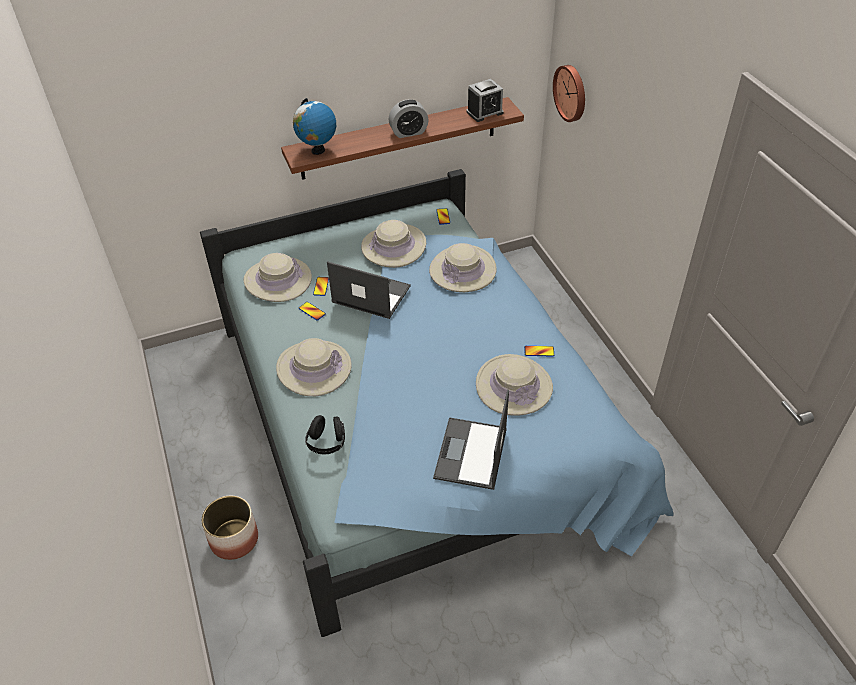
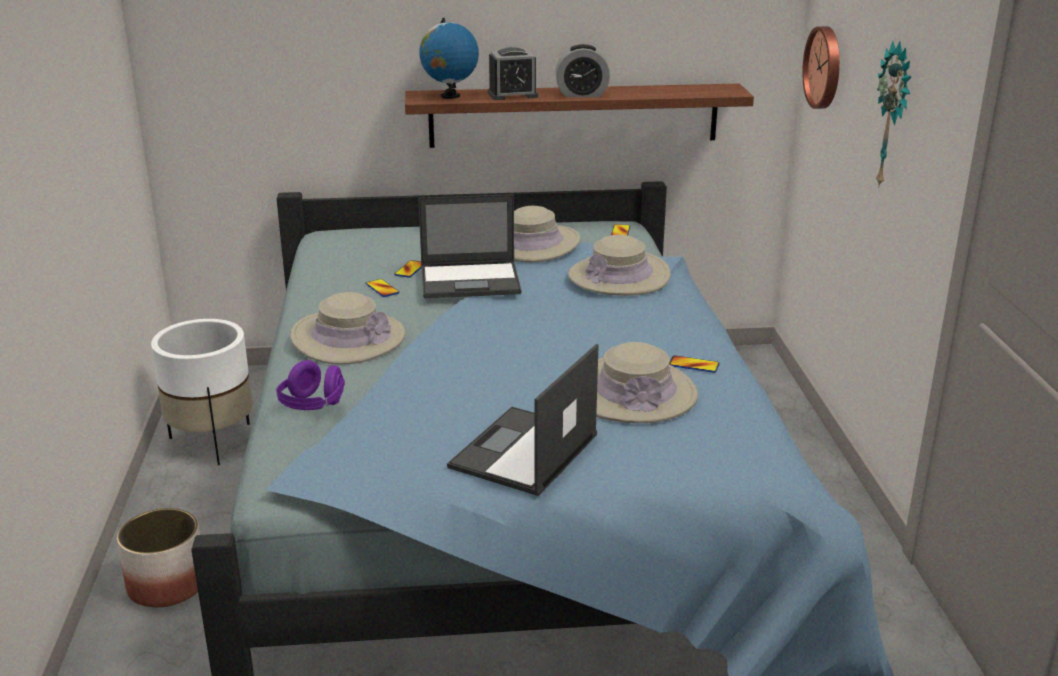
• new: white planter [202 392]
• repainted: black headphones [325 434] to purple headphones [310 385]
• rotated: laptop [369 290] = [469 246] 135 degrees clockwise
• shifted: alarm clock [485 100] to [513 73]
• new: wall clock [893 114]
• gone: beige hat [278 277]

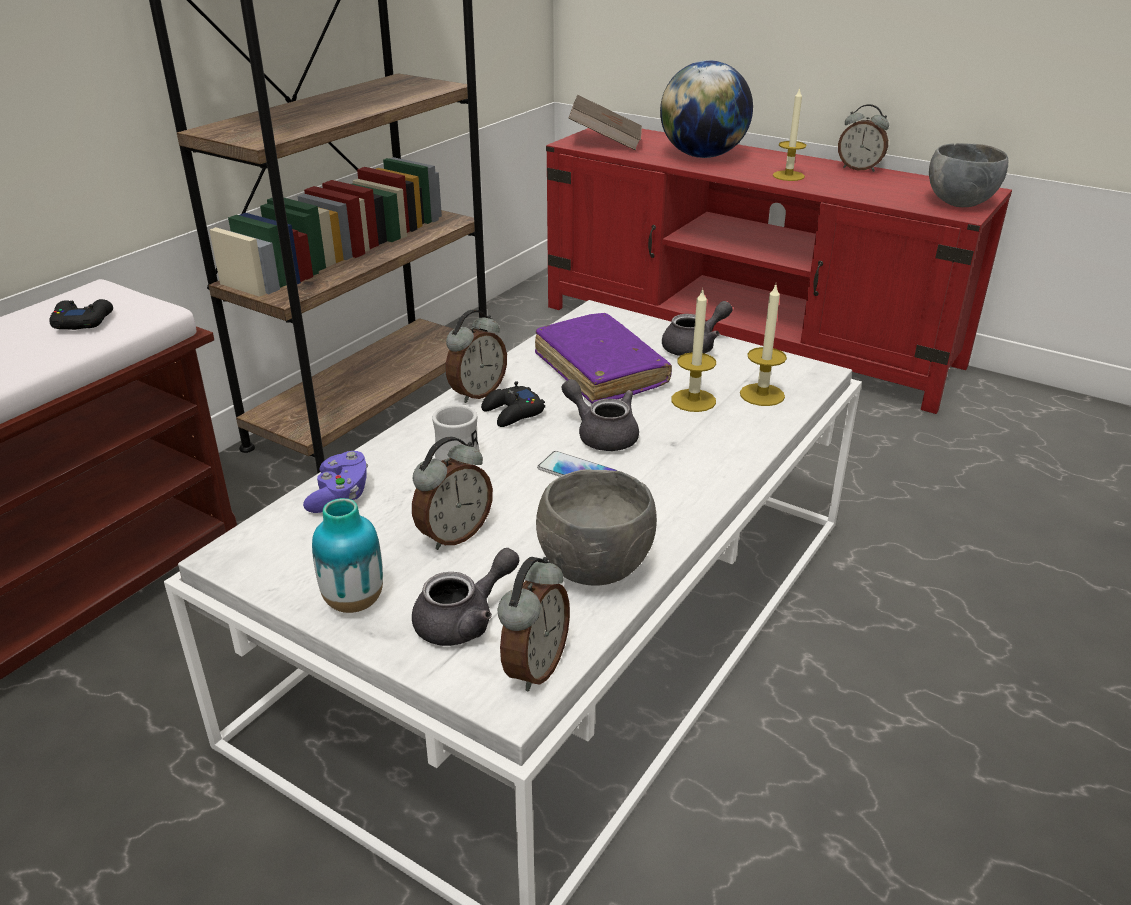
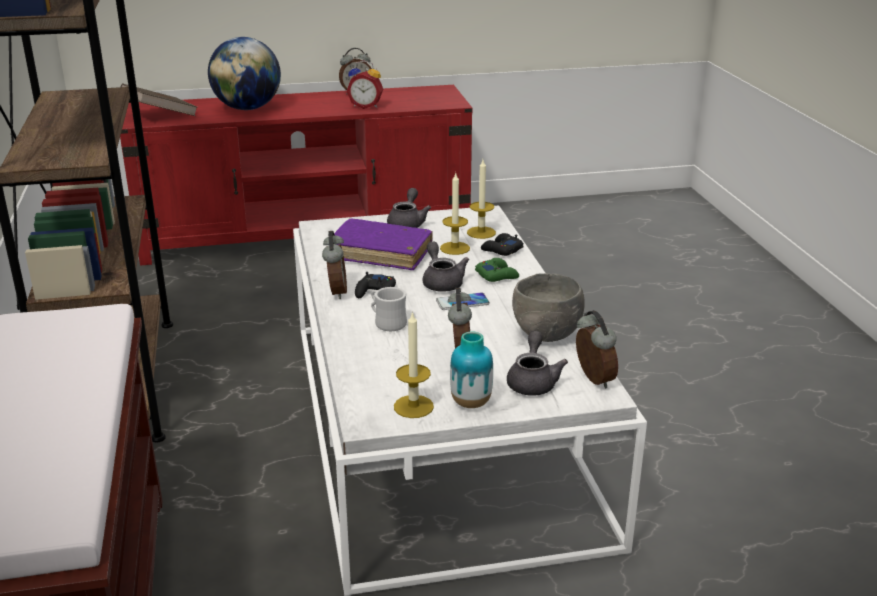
• new: alarm clock [364 85]
• shifted: candle [790 134] to [414 364]
• rotated: grey teapot [600 415] = [445 266] 75 degrees clockwise
• new: green game controller [497 270]
• shifted: black game controller [81 314] to [502 244]
• gone: purple game controller [335 482]
• gone: grey bowl [969 175]

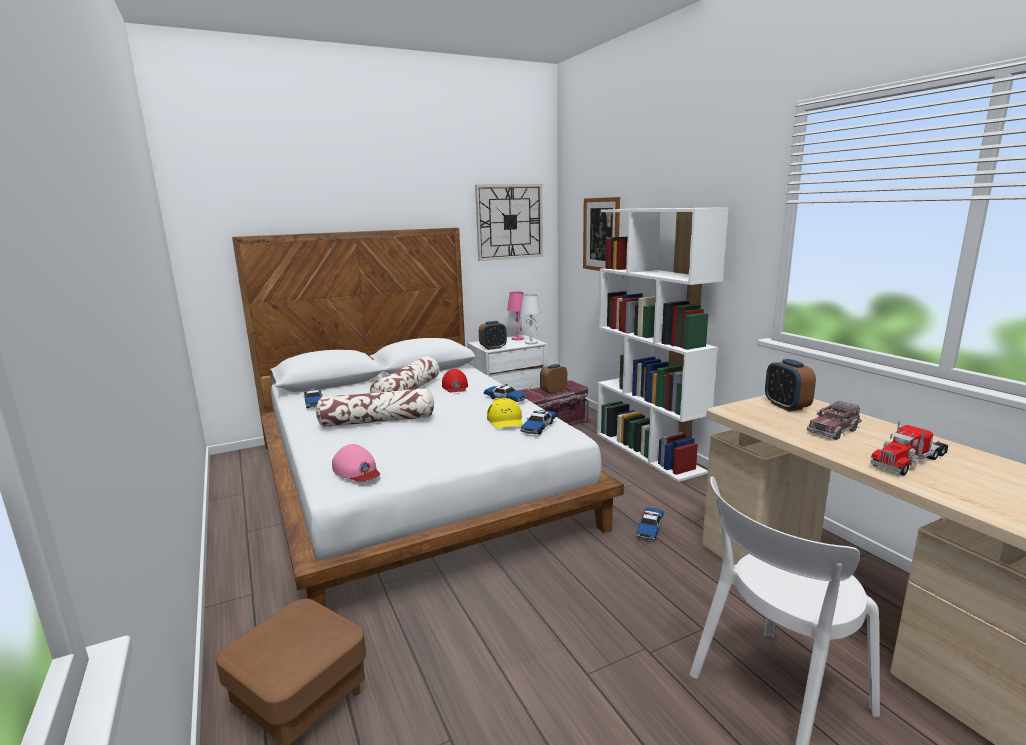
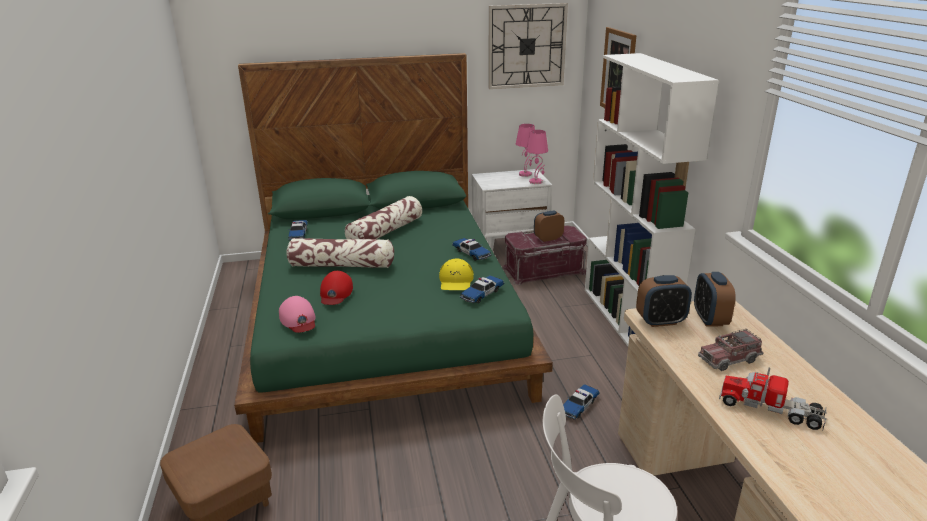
• repainted: white bed [428 417] to green bed [393 248]
• shifted: red cap [455 380] to [336 288]
• repainted: white table lamp [531 319] to pink table lamp [537 157]
• shifted: alarm clock [493 335] to [664 301]
• rotated: toy truck [909 448] = [773 398] 45 degrees clockwise

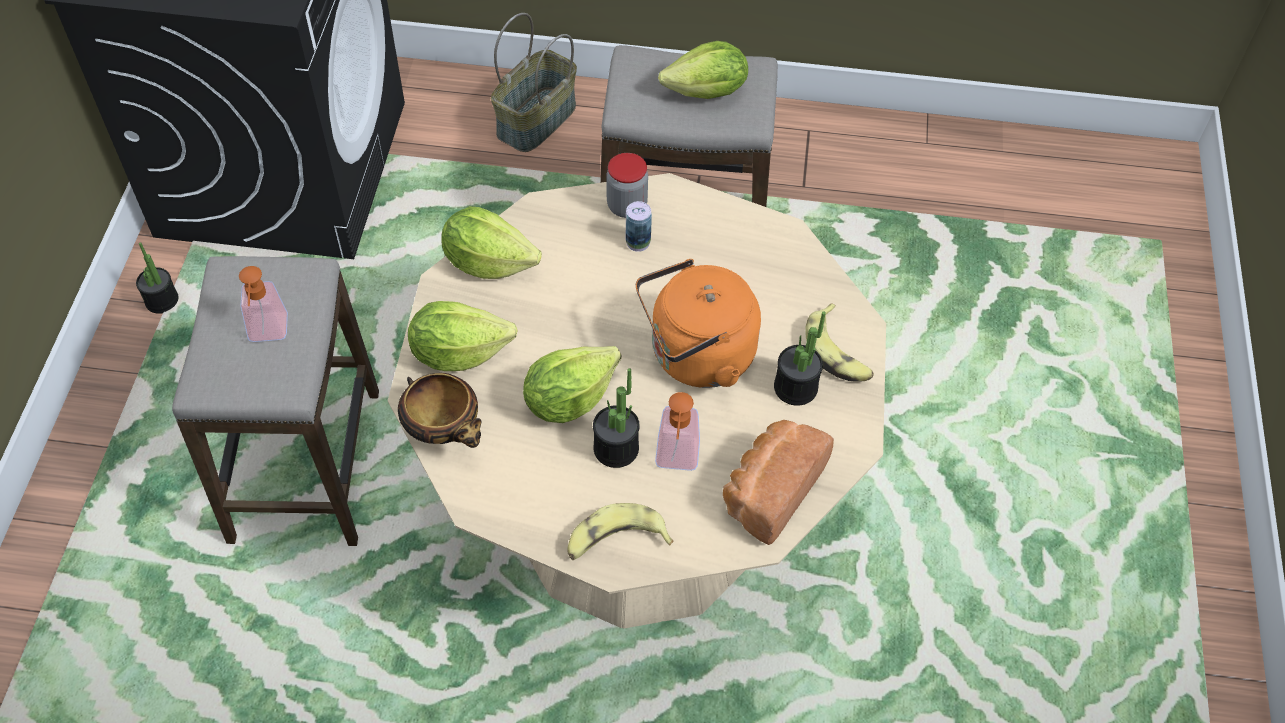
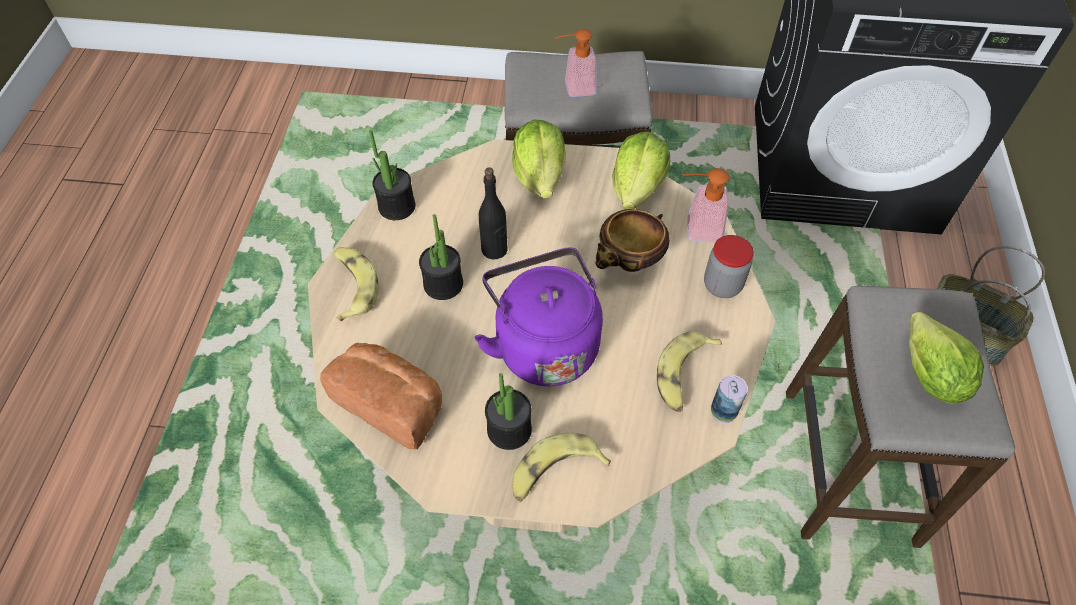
• shifted: potted plant [157 278] to [392 175]
• repainted: orange kettle [698 323] to purple kettle [539 316]
• swapped: lettuce [572 384] to black bottle [493 213]
• shifted: bowl [440 410] to [633 240]
• new: banana [689 371]
• shifted: soap dispenser [677 431] to [705 205]
• shifted: can [639 226] to [729 399]

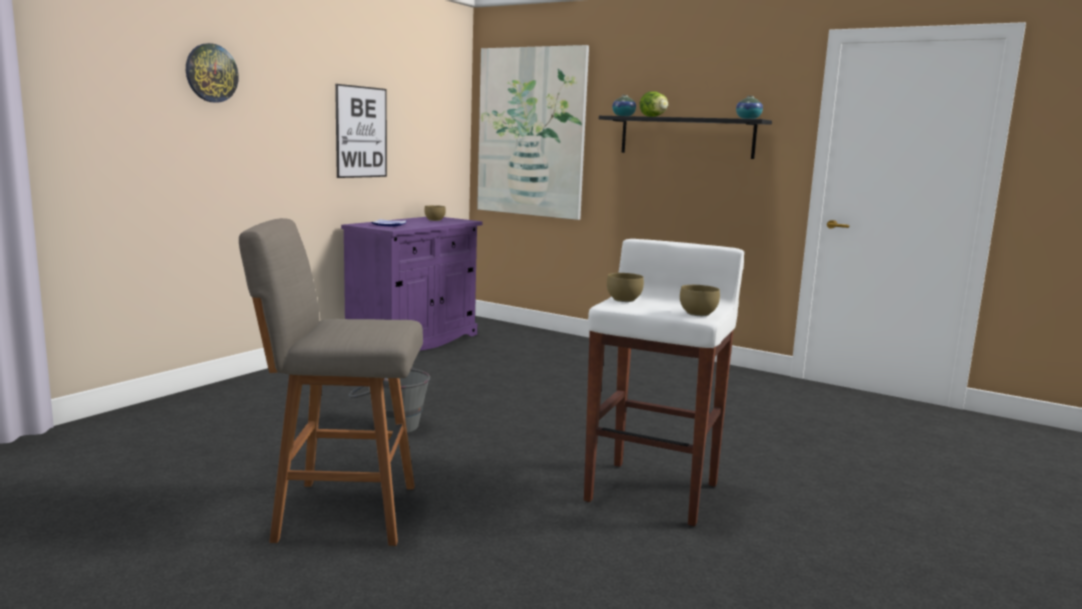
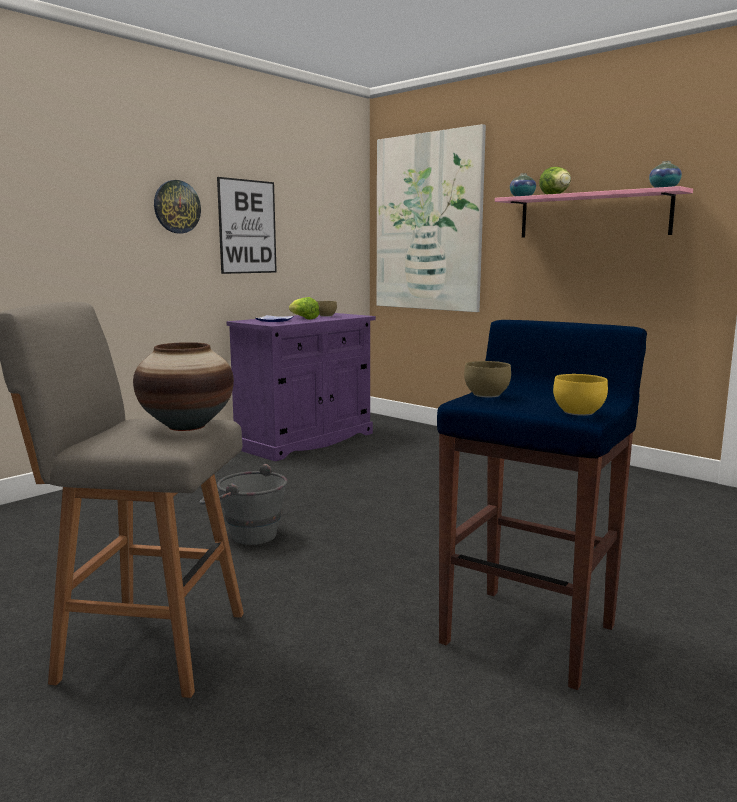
• new: vase [183 386]
• shifted: wall clock [212 73] to [177 206]
• new: lettuce [304 308]
• repainted: white stool [664 382] to blue stool [542 505]
• repainted: black shelf [685 137] to pink shelf [594 212]
• repainted: brown bowl [700 300] to yellow bowl [580 395]

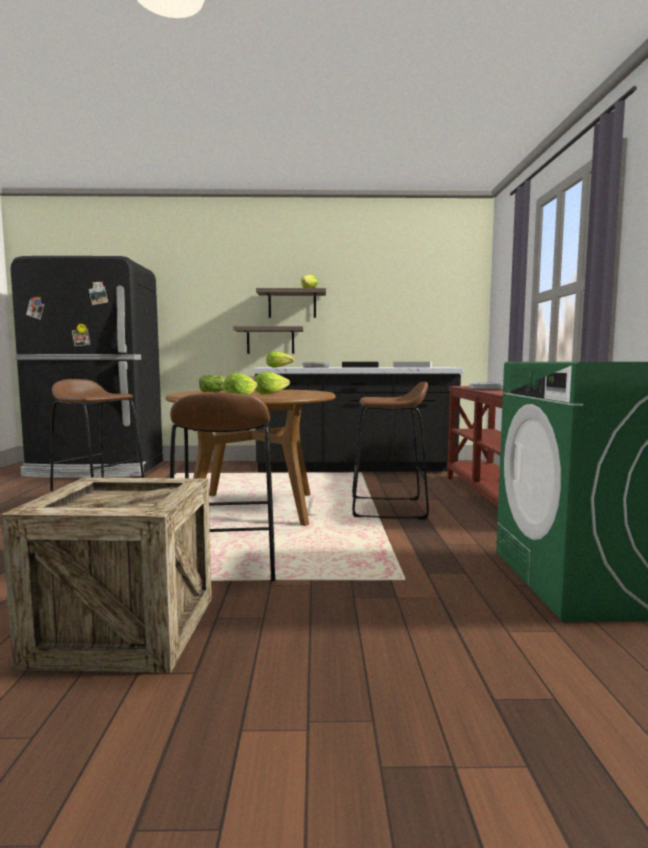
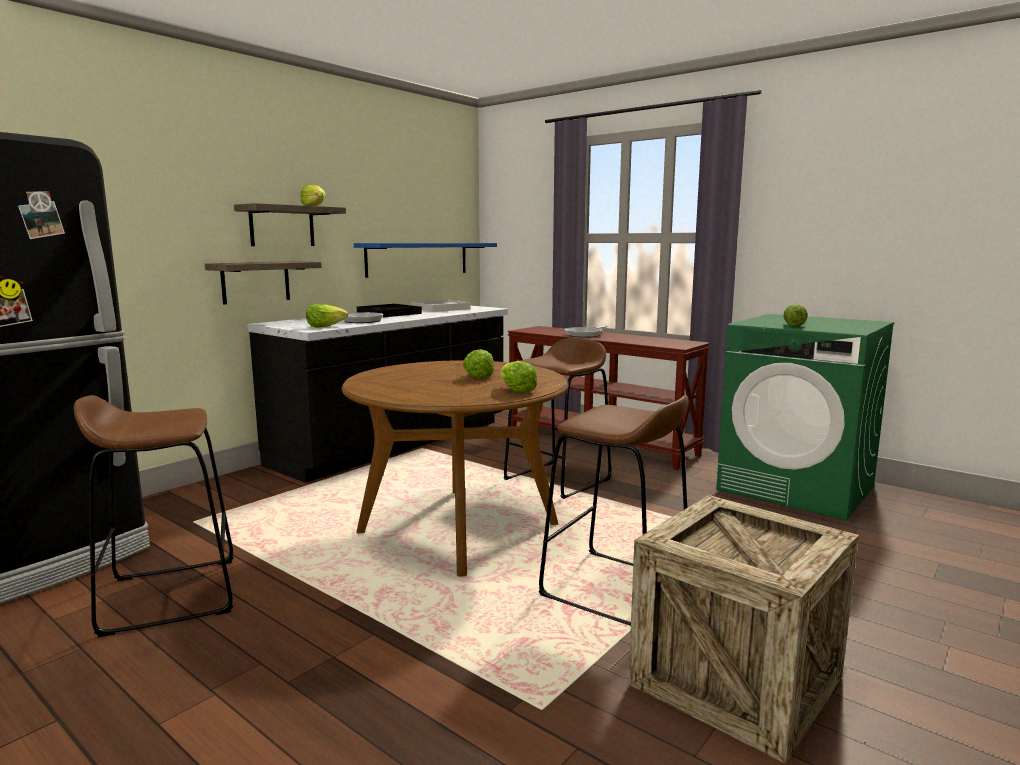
• new: blue shelf [425 260]
• shifted: lettuce [212 383] to [795 315]

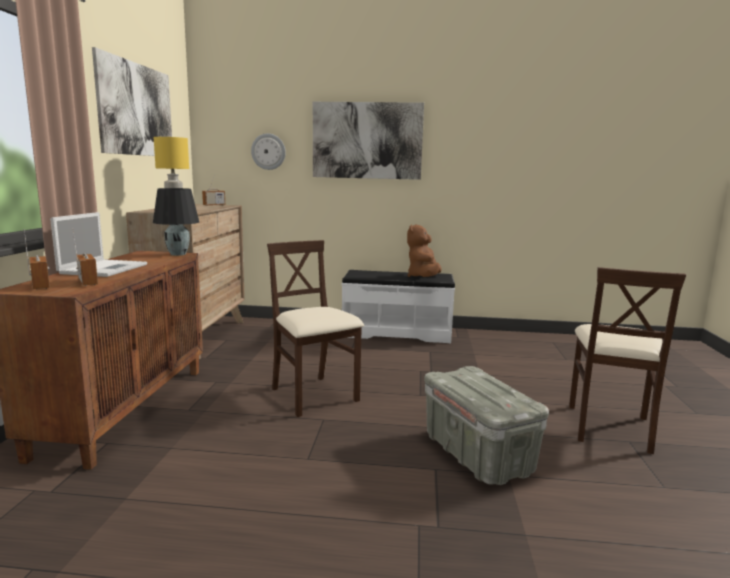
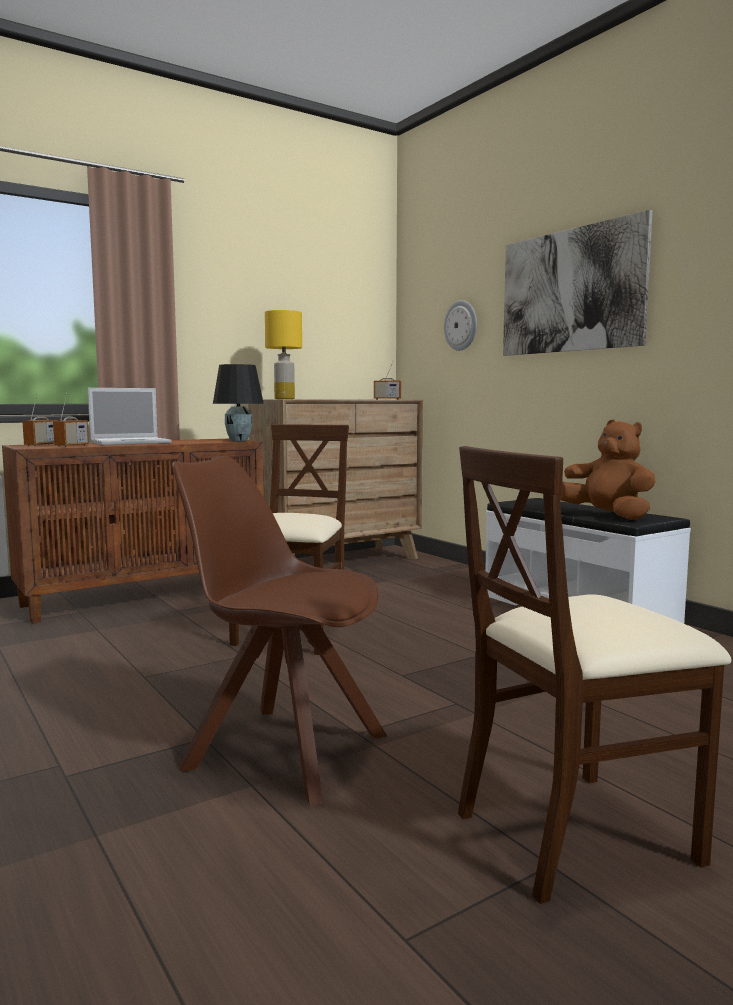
• swapped: grey storage box [486 425] to brown chair [279 631]
• rotated: brown plush toy [424 250] = [607 469] 75 degrees clockwise
• gone: picture [132 101]

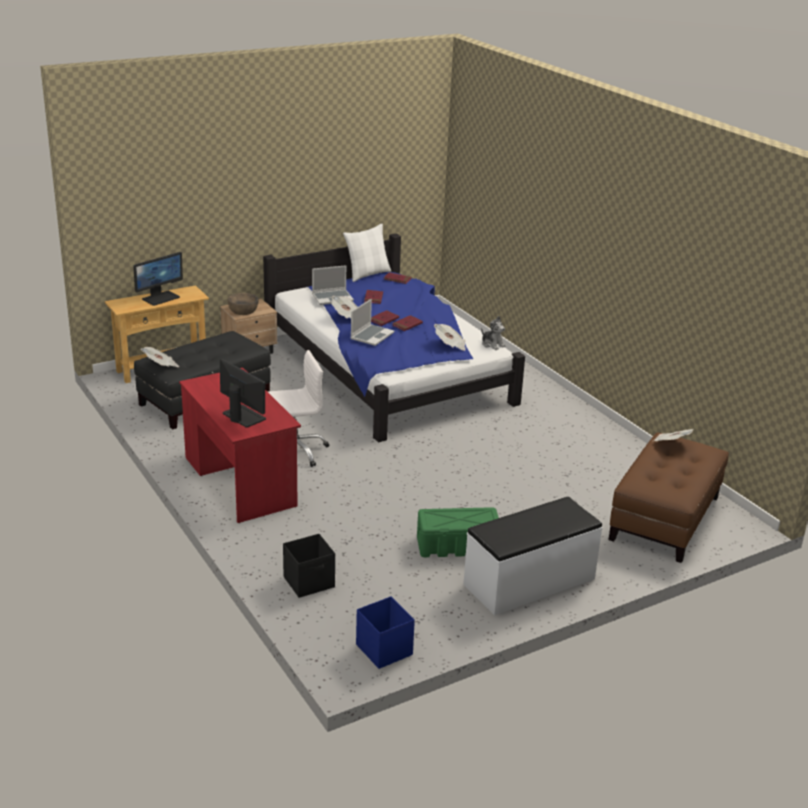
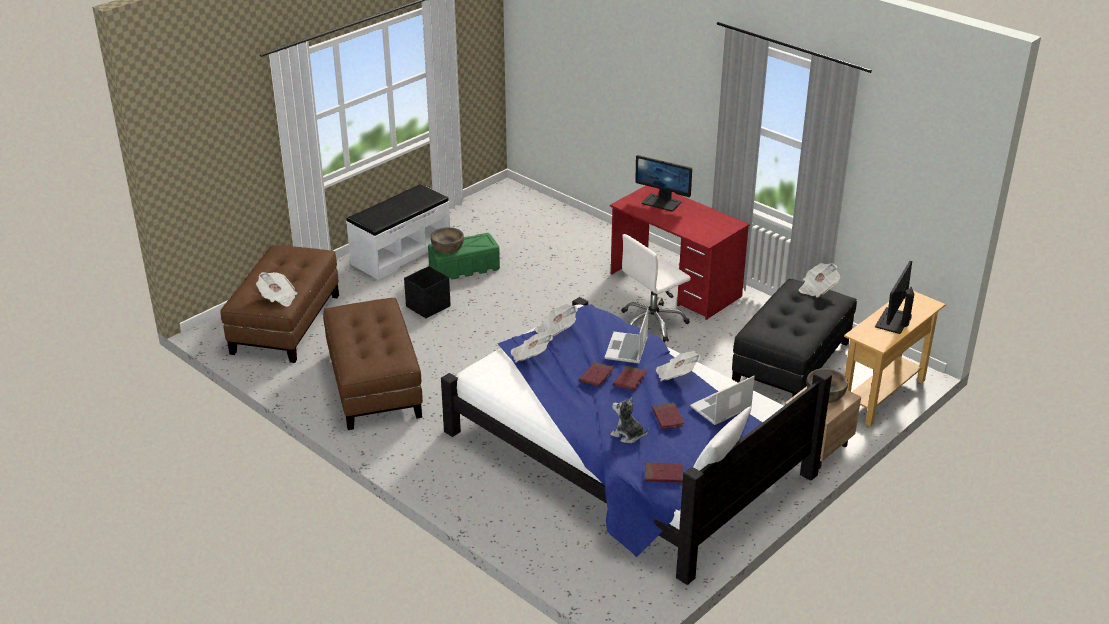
• new: brown ottoman [373 364]
• shifted: black storage box [309 566] to [427 292]
• new: brown bowl [447 240]
• new: newspaper [556 320]
• shifted: plush toy [493 333] to [629 420]
• gone: blue storage box [385 632]

